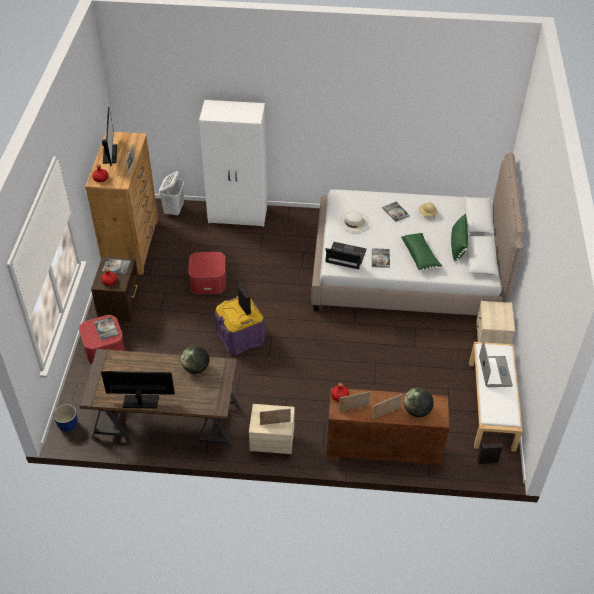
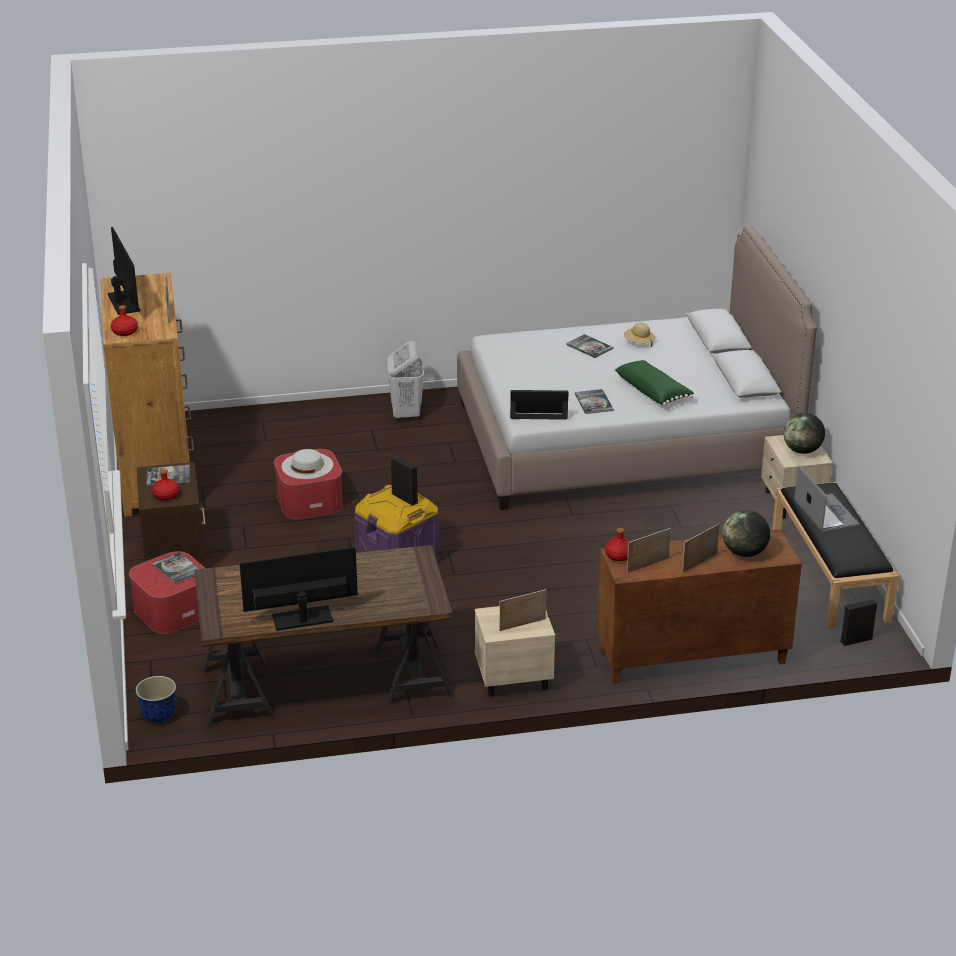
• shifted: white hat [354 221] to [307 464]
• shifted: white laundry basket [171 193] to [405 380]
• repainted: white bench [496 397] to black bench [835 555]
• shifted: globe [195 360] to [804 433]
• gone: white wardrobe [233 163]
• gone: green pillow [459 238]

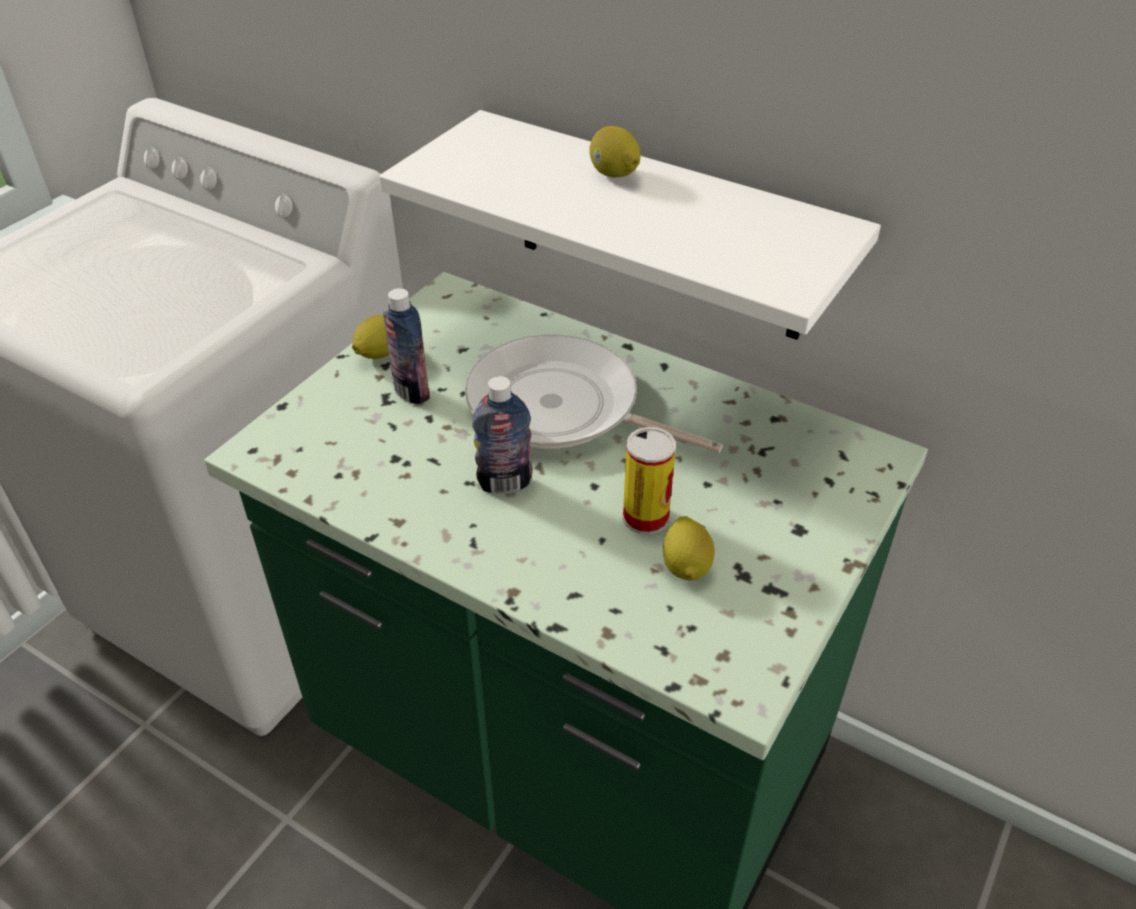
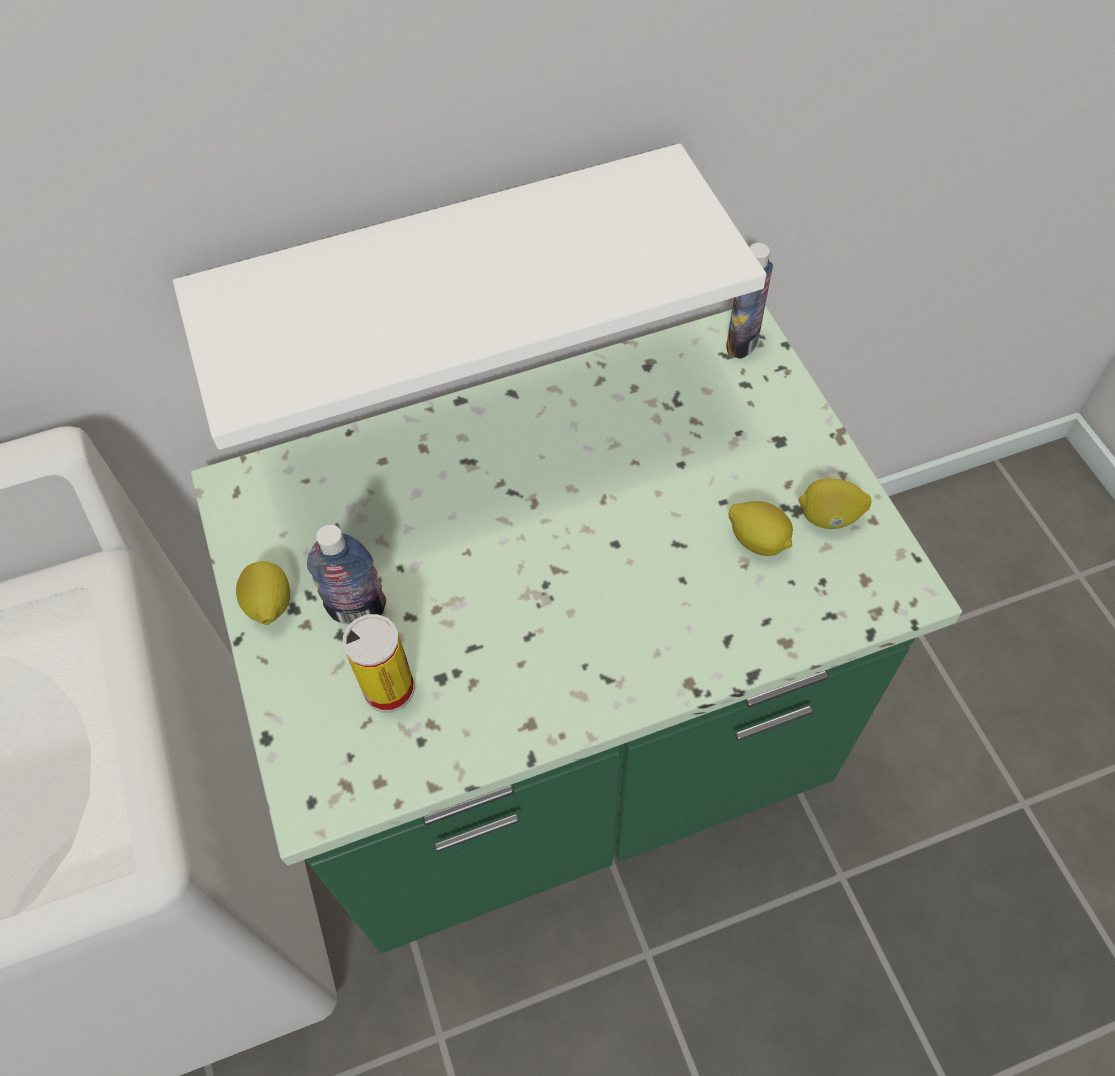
• shifted: can [649 481] to [378 663]
• shifted: bottle [502 435] to [749 301]
• shifted: lemon [614 151] to [835 503]
• gone: frying pan [594 393]

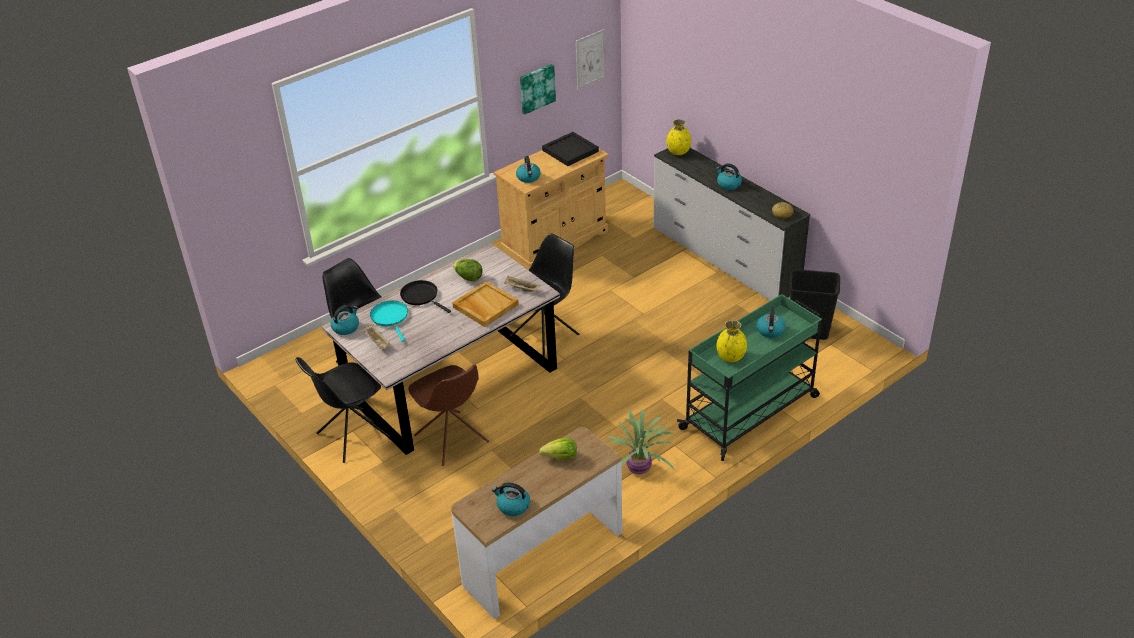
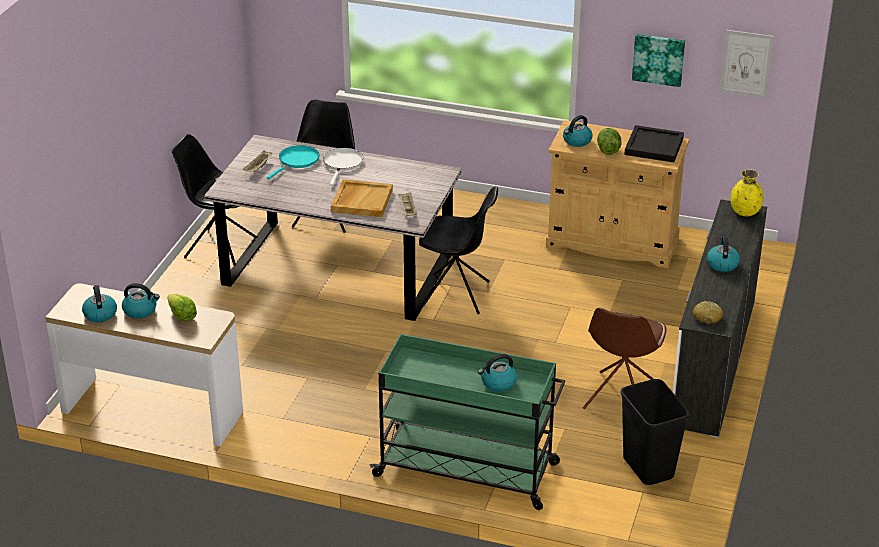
• shifted: kettle [345 320] to [141 301]
• repainted: black frying pan [425 296] to white frying pan [343 167]
• shifted: brown chair [448 415] to [625 358]
• shifted: lettuce [468 270] to [609 141]
• gone: potted plant [640 441]
• gone: yellow vase [731 341]

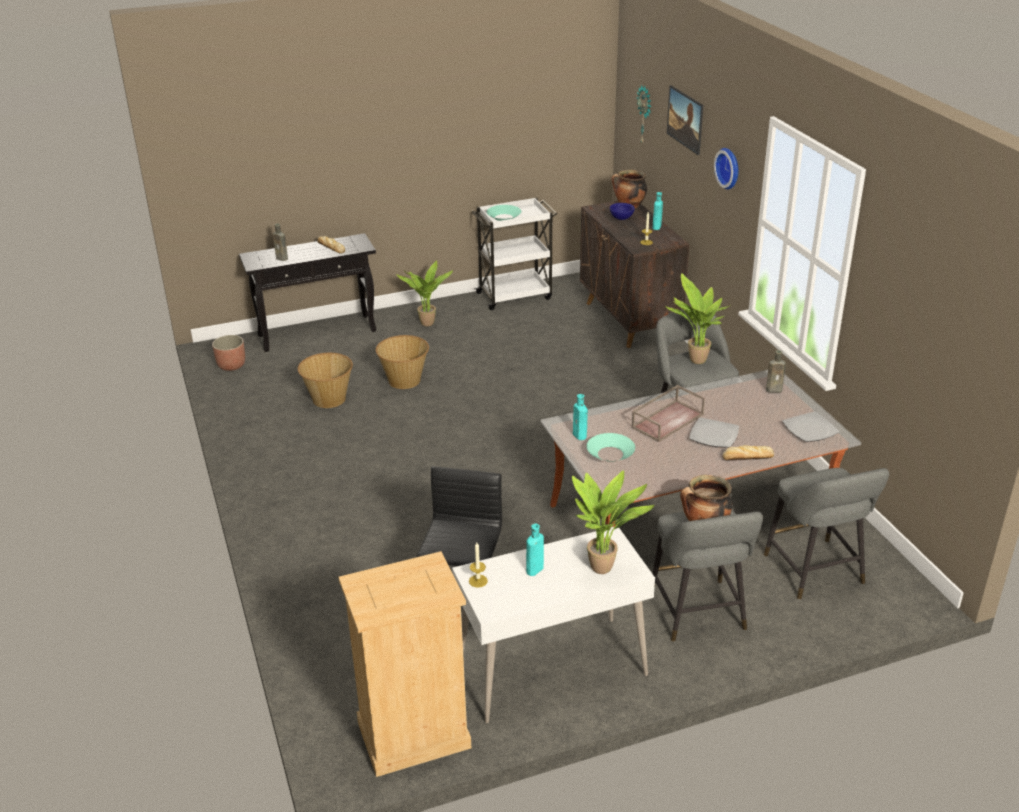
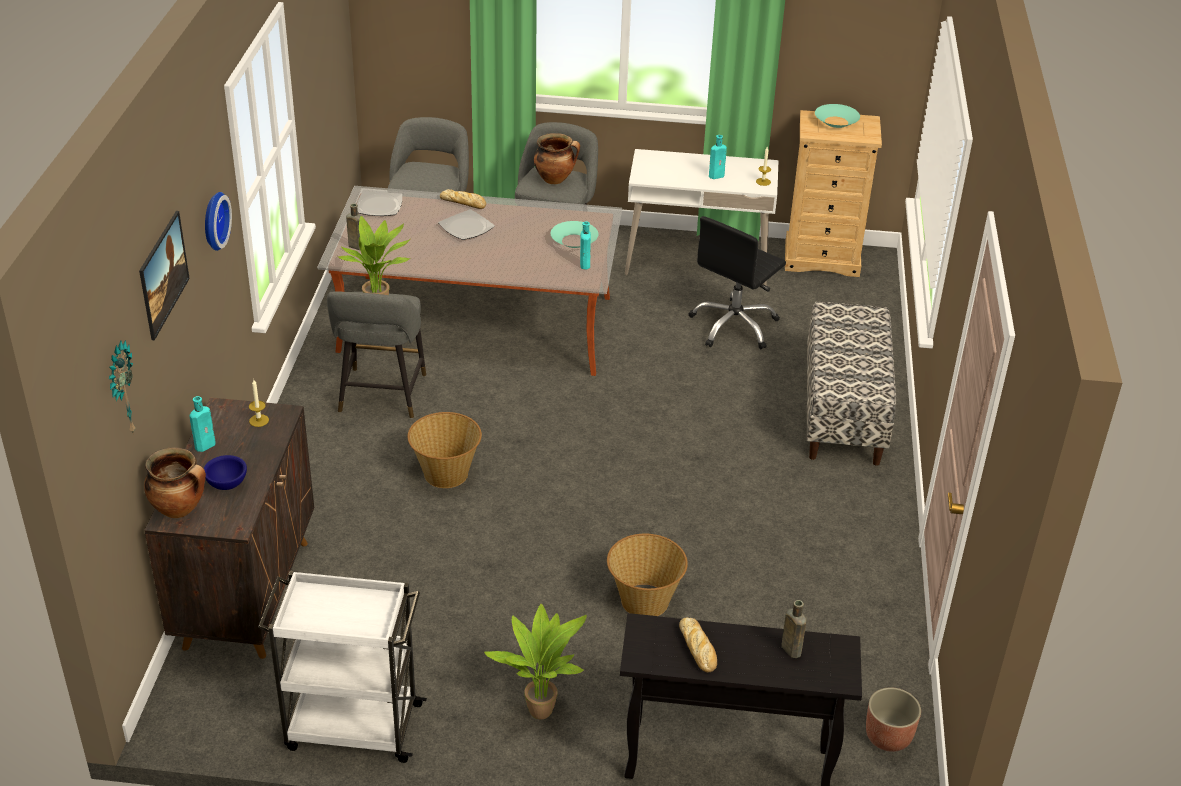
• shifted: basket [325 380] to [445 450]
• new: bench [851 384]
• shifted: turquoise bowl [504 213] to [837 116]
• gone: potted plant [613 522]
• gone: brown tray [668 413]

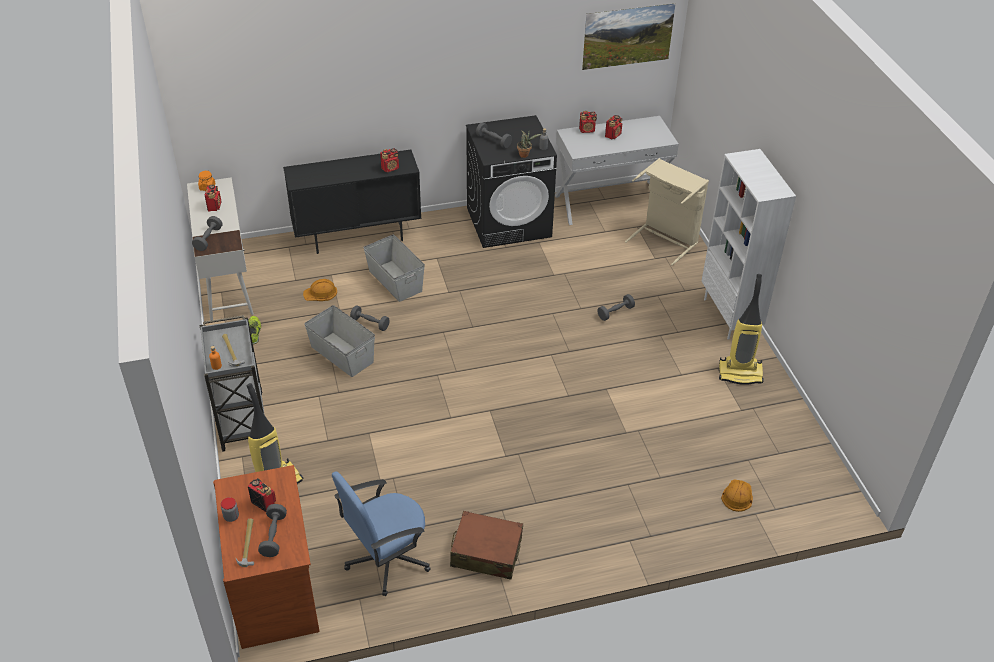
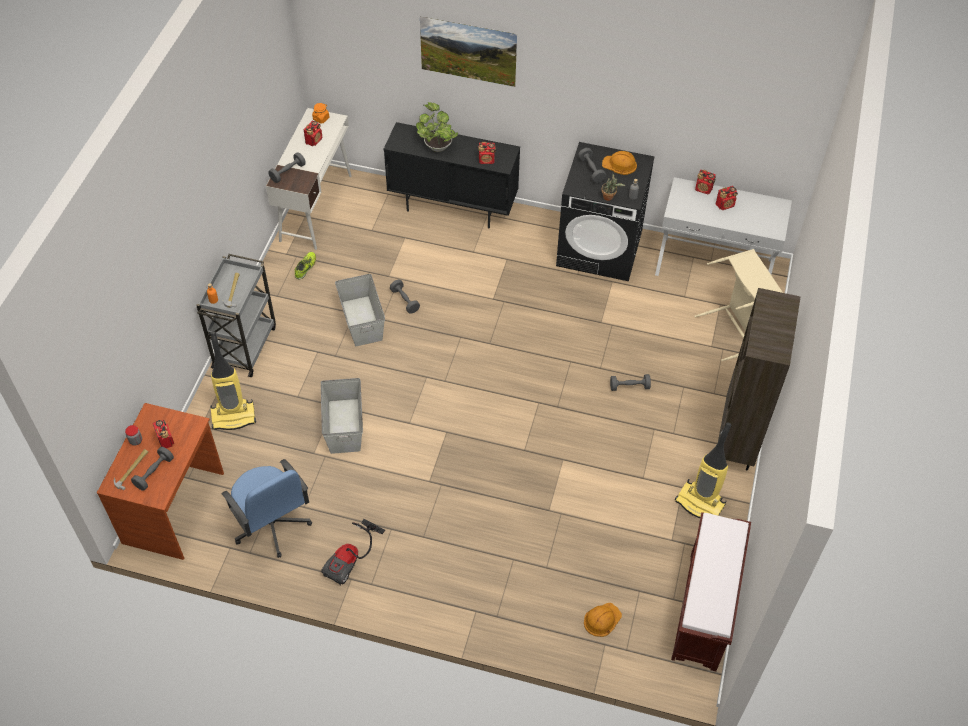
• rotated: blue office chair [381 534] = [267 508] 120 degrees counterclockwise
• shifted: grey storage box [394 268] to [342 416]
• swapped: brown suitcase [486 545] to vacuum cleaner [353 552]
• new: potted plant [437 127]
• shifted: picture [629 36] to [468 51]
• shifted: orange hard hat [320 290] to [619 163]
• new: brown bench [711 592]
• repainted: white bookcase [749 244] to brown bookcase [759 379]

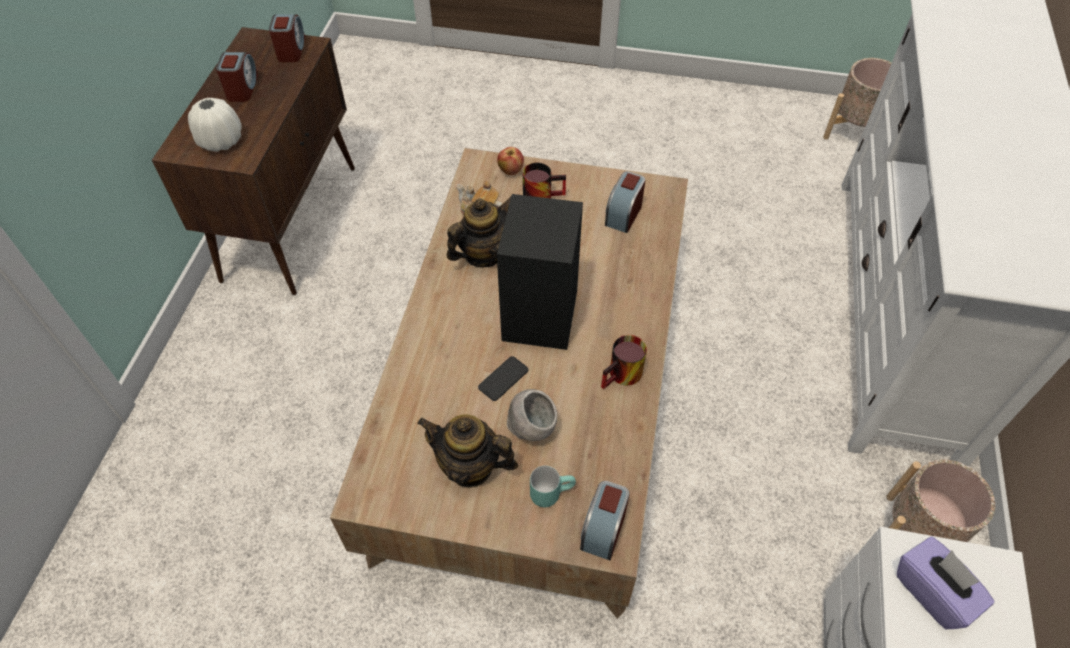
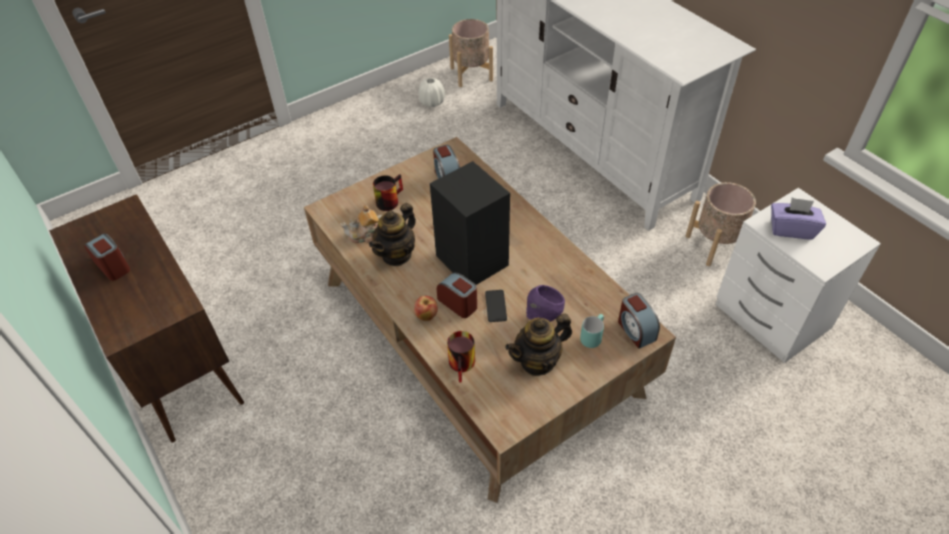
• rotated: teapot [478 232] = [392 234] 150 degrees counterclockwise
• shifted: apple [510 161] to [426 308]
• shifted: white vase [215 125] to [431 92]
• shifted: alarm clock [287 38] to [457 295]
• shifted: mug [624 362] to [461 357]
• repainted: grey bowl [532 415] to purple bowl [545 303]

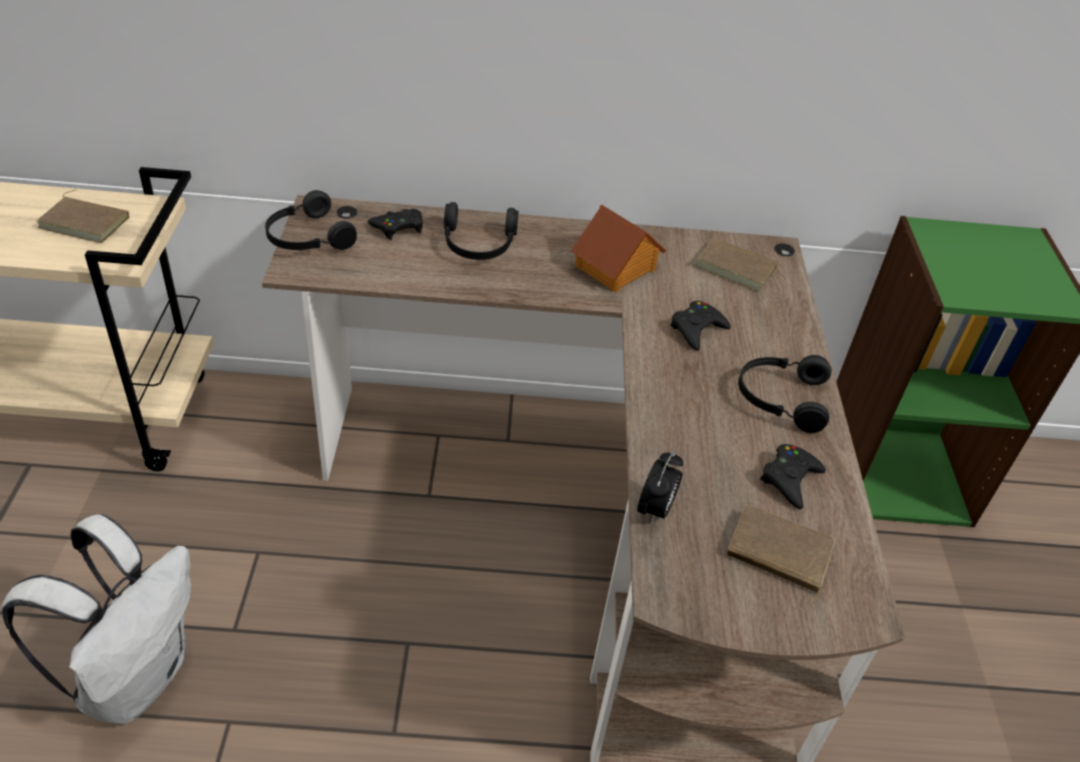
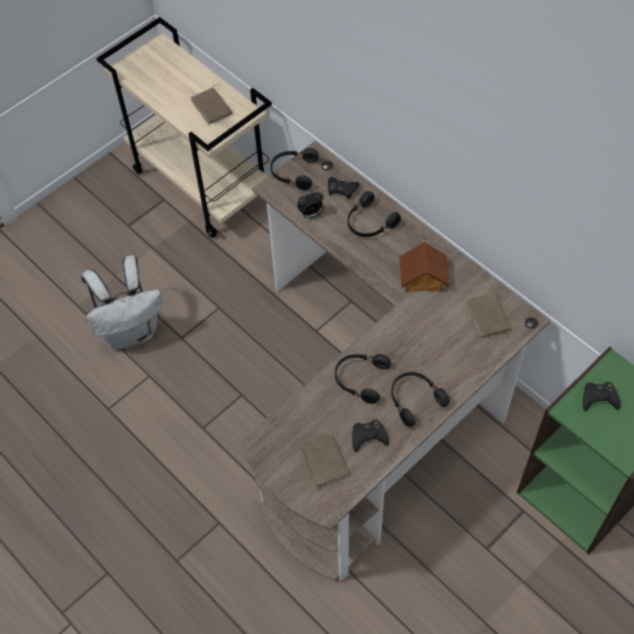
• shifted: alarm clock [660 488] to [310 205]
• new: black headphones [363 379]
• shifted: black game controller [700 326] to [601 396]

